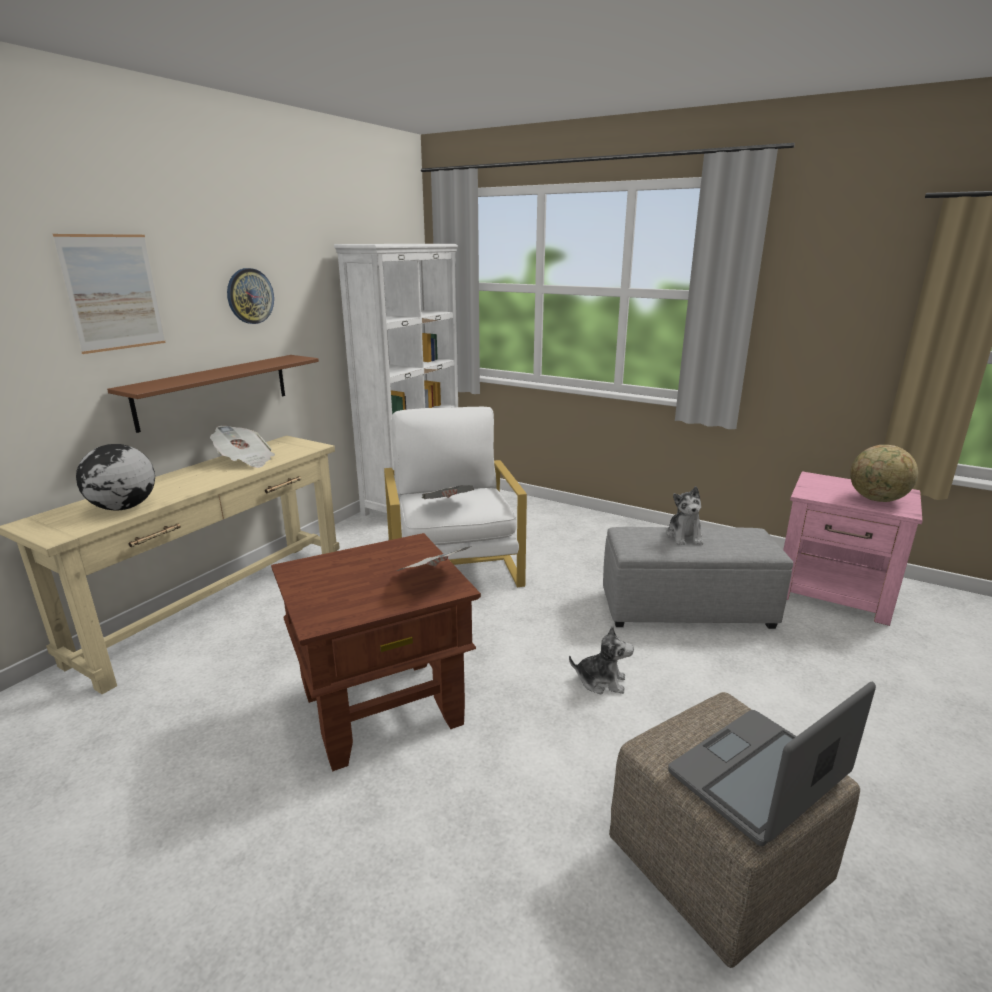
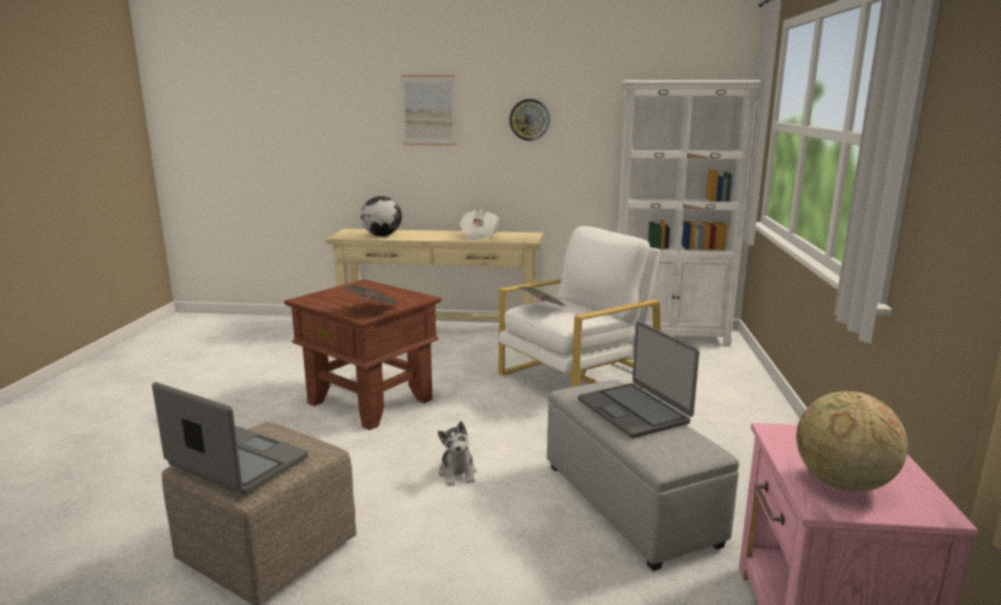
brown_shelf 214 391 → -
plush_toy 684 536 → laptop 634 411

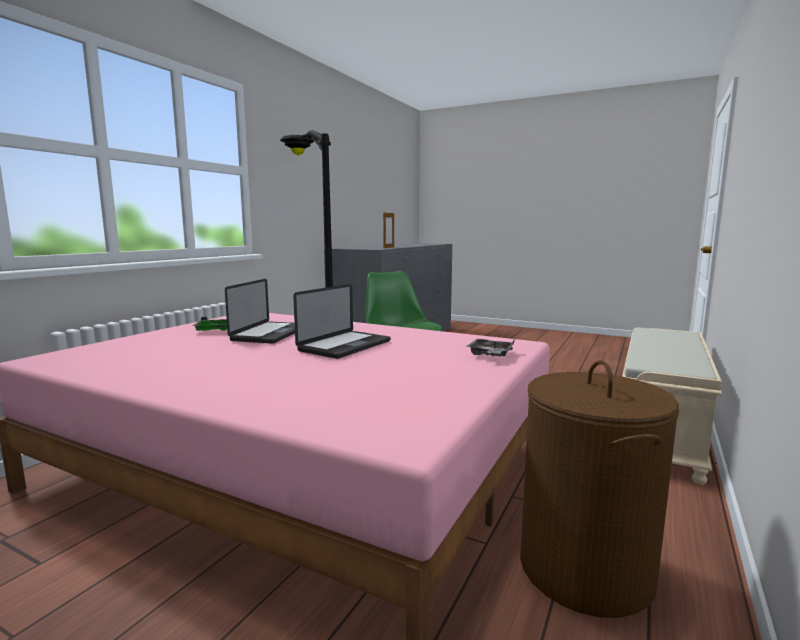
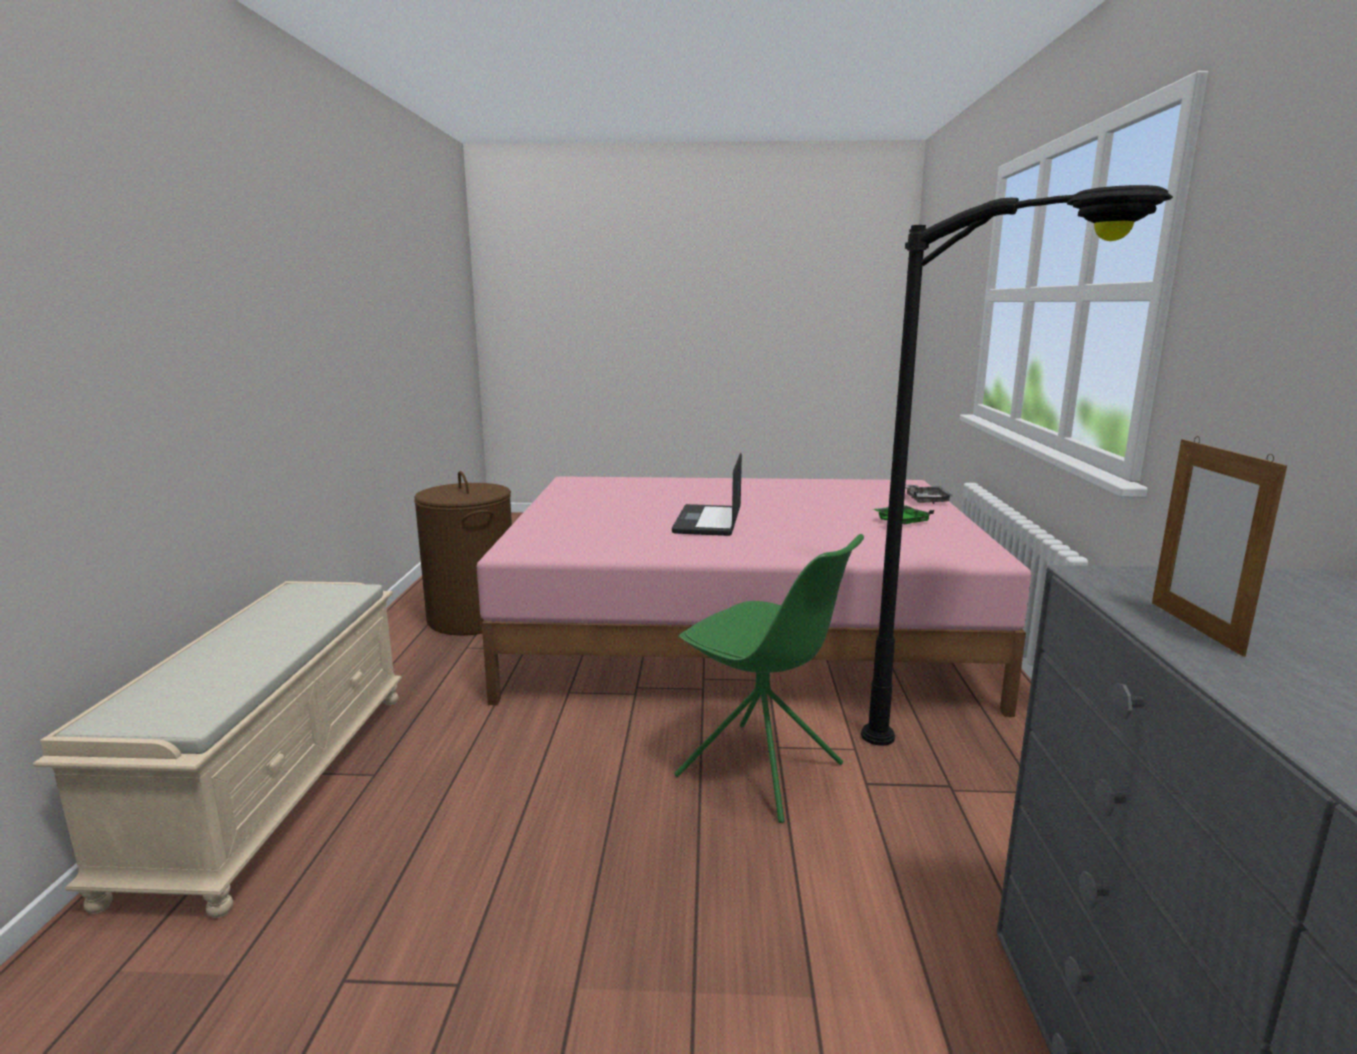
laptop 270 334 → -
grey_tray 490 355 → grey_tray 926 500, move

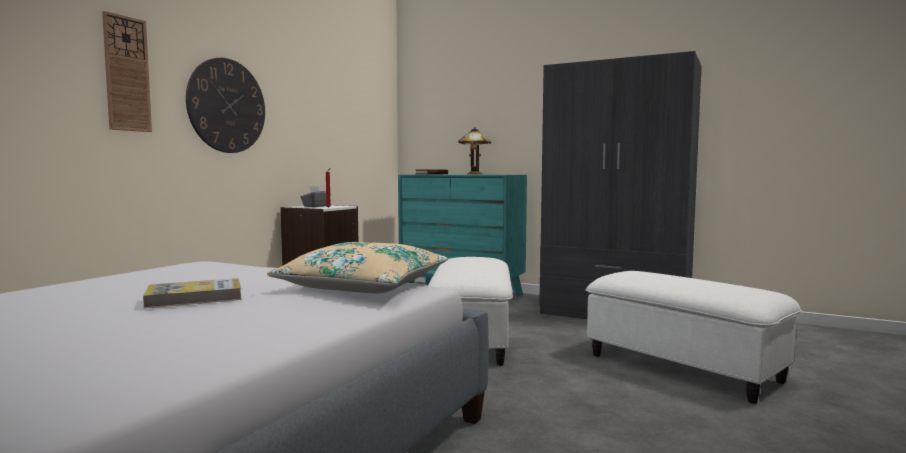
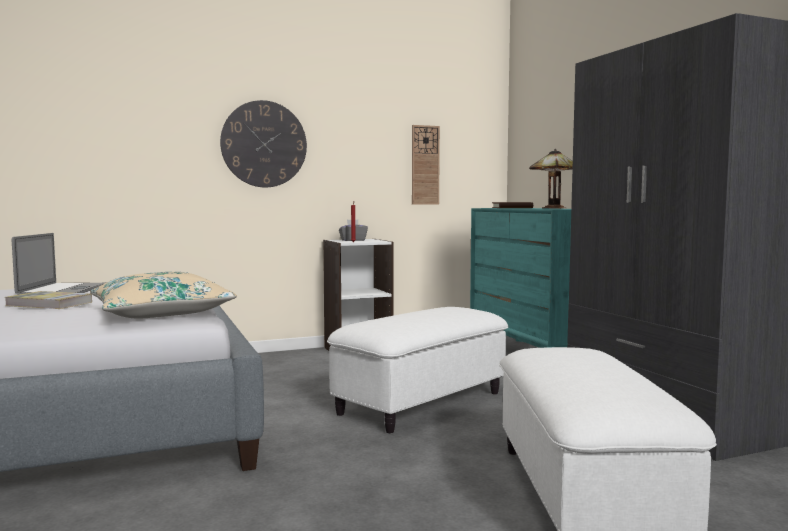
wall_clock 127 74 → wall_clock 425 165, move
- → laptop 63 290

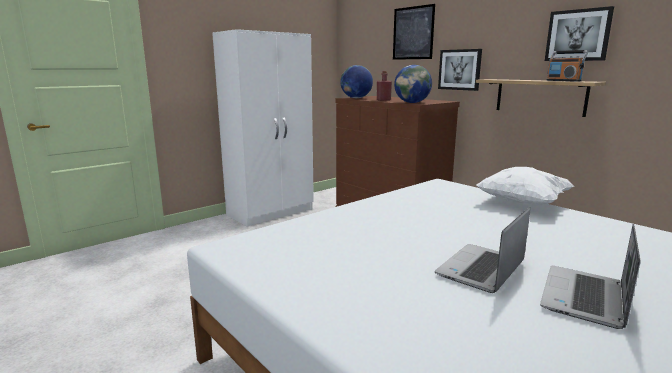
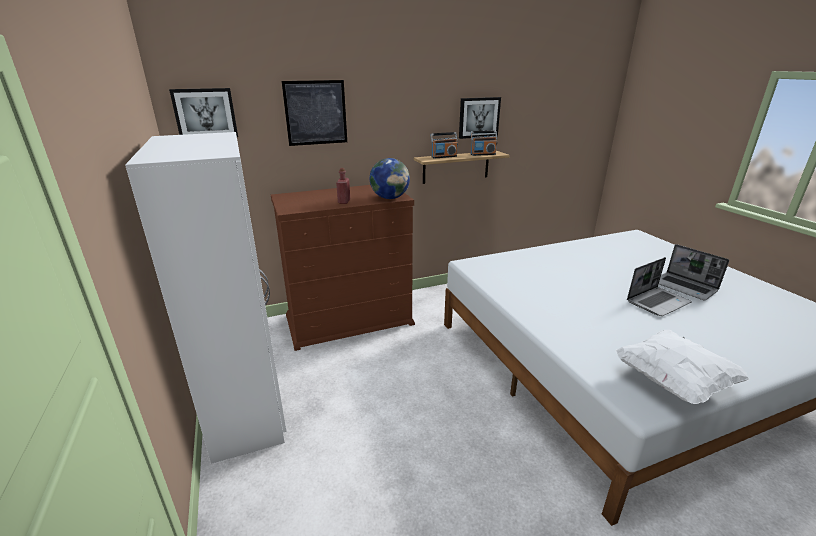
globe 356 98 → -
laptop 481 270 → laptop 657 302, 90 degrees counterclockwise
picture 460 69 → picture 205 113, move
white_pillow 522 203 → white_pillow 672 381, move
- → radio 444 157

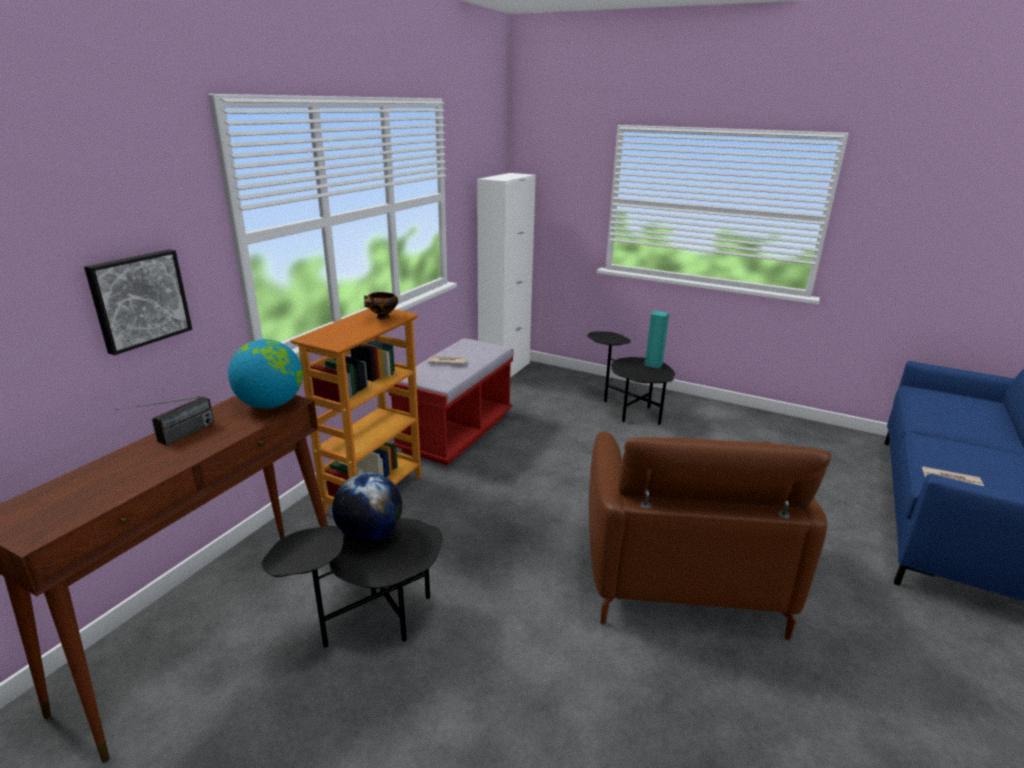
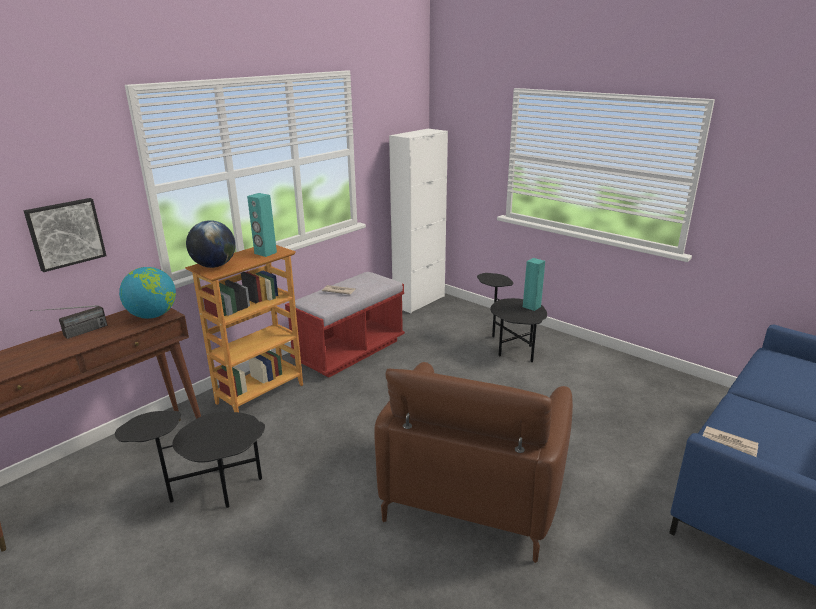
globe 370 534 → globe 214 266, move
bowl 382 318 → turquoise_speaker 265 253

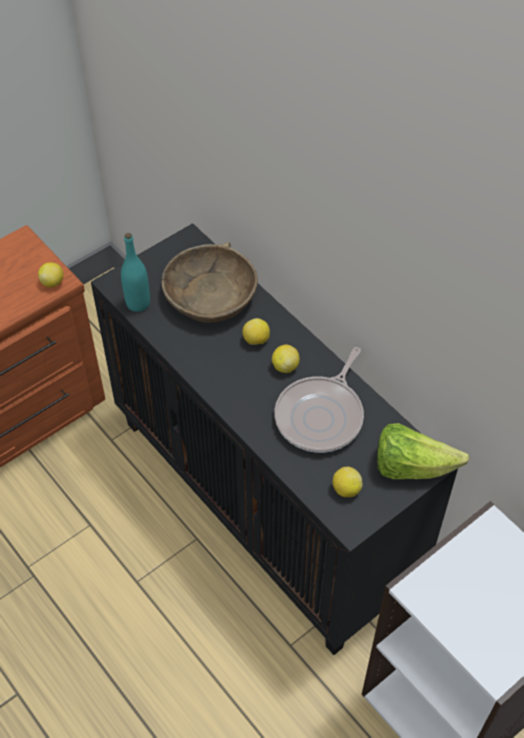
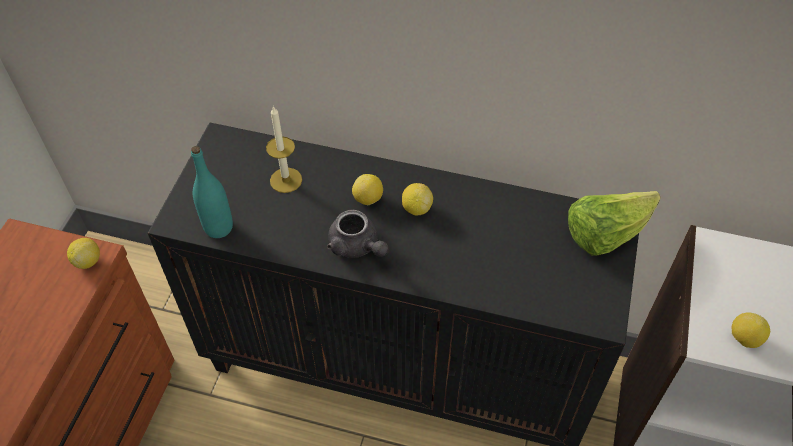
brown_bowl 210 294 → candle 286 180
frying_pan 321 415 → -
lemon 346 489 → lemon 744 338, move
- → grey_teapot 357 246

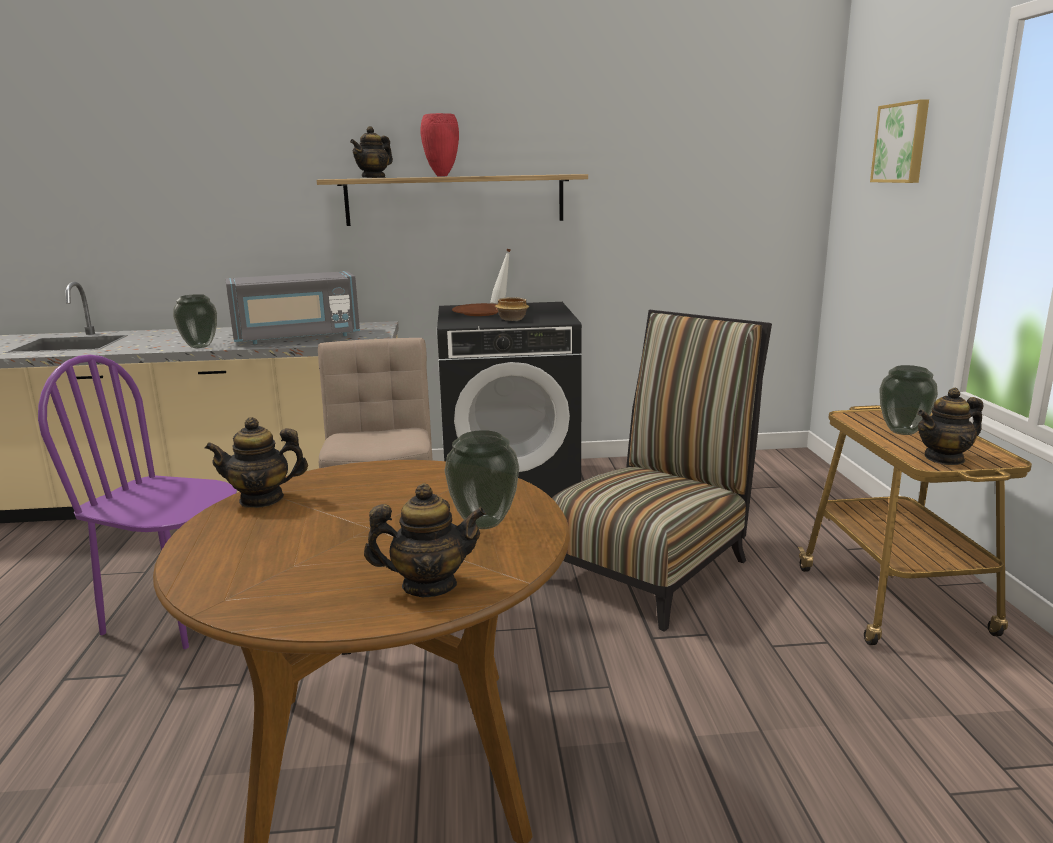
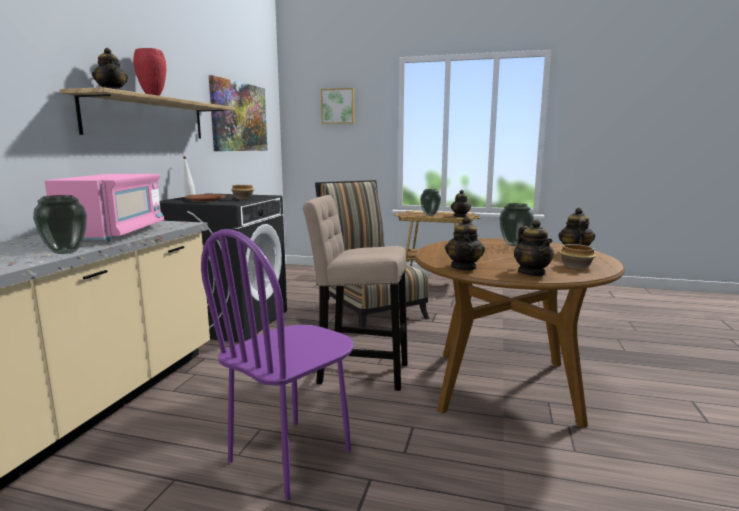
grey_microwave 297 337 → pink_microwave 115 233
- → picture 239 117
- → teapot 532 273
- → bowl 575 266

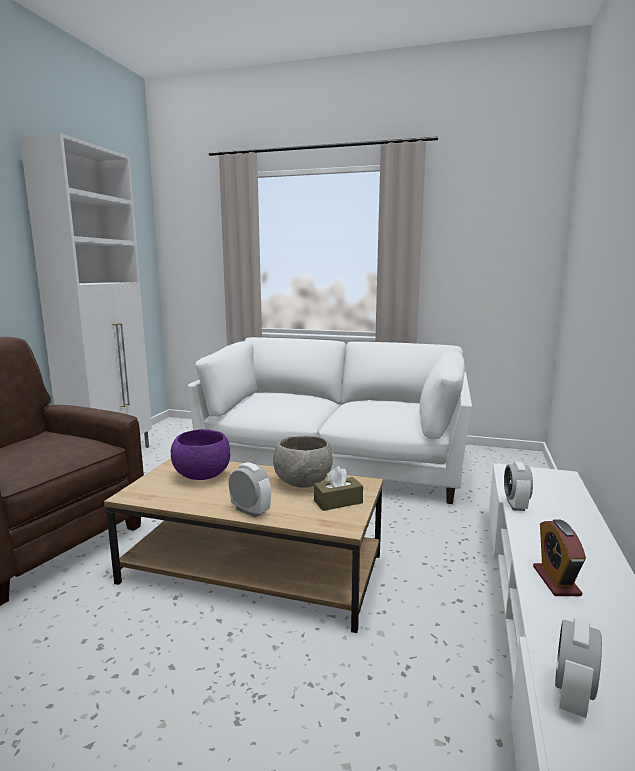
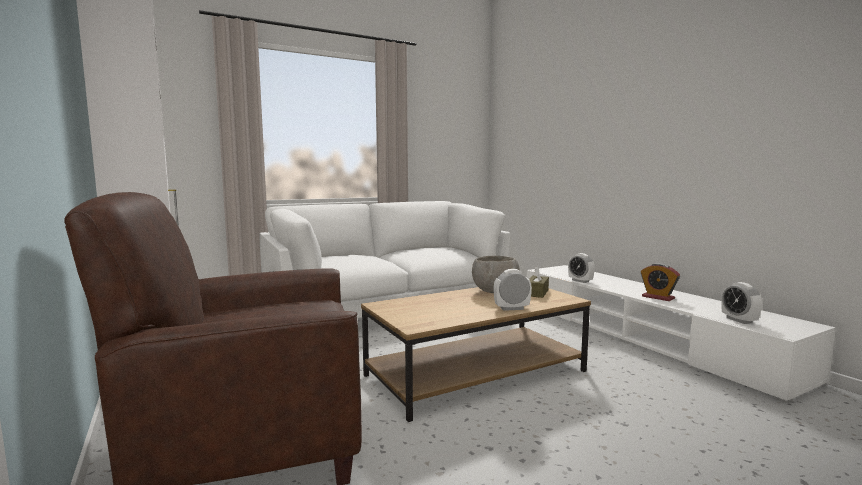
purple_bowl 202 476 → -

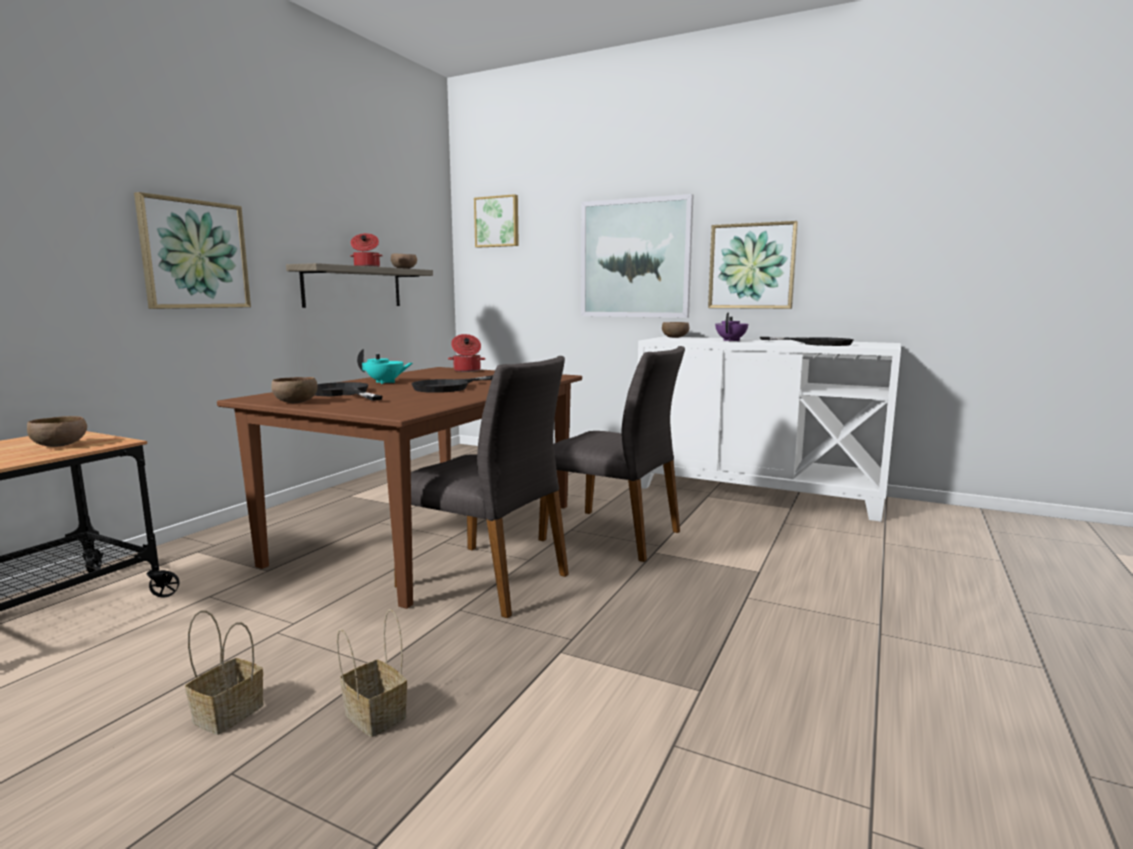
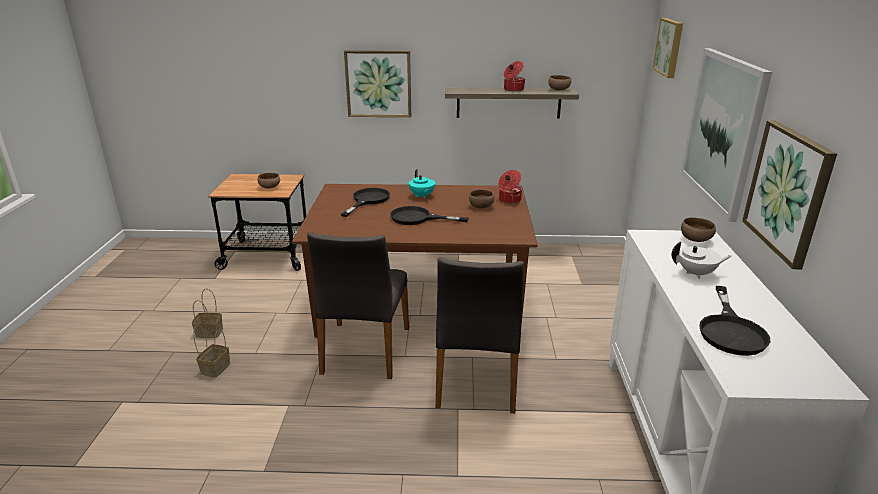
brown_bowl 295 402 → brown_bowl 481 206, move
purple_teapot 731 340 → white_teapot 696 273

